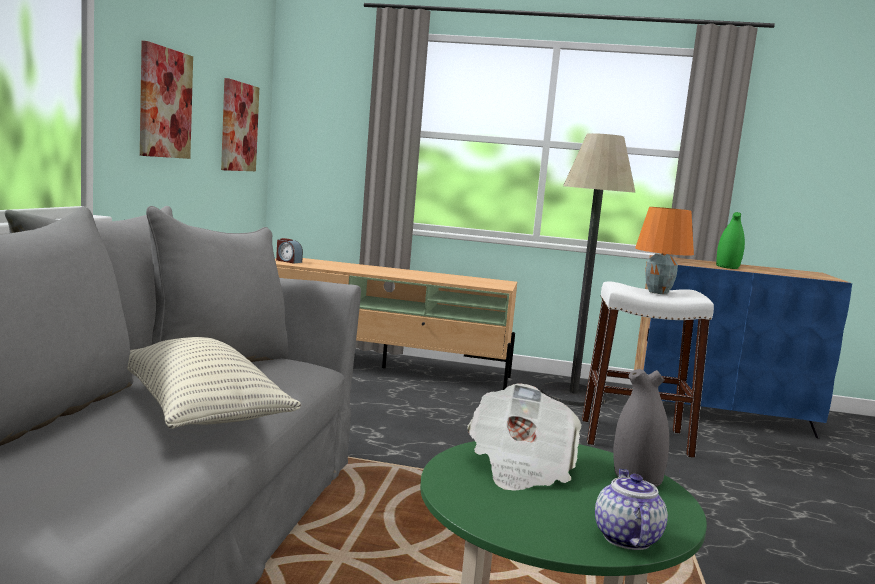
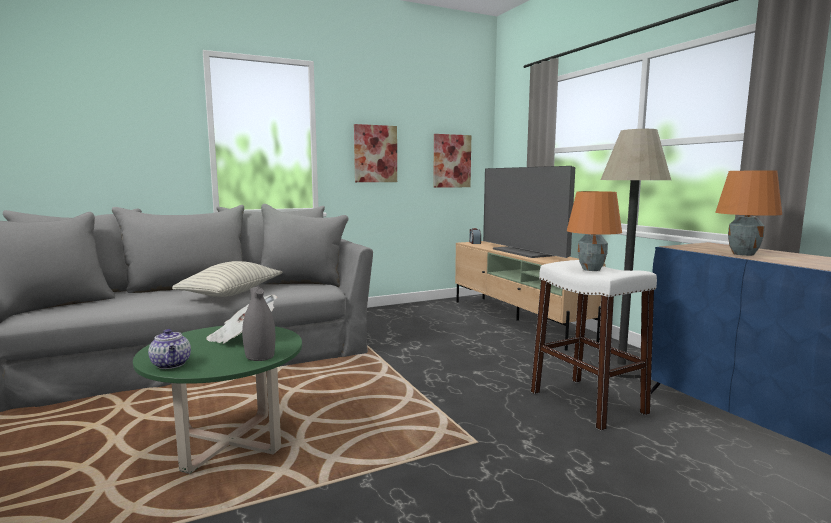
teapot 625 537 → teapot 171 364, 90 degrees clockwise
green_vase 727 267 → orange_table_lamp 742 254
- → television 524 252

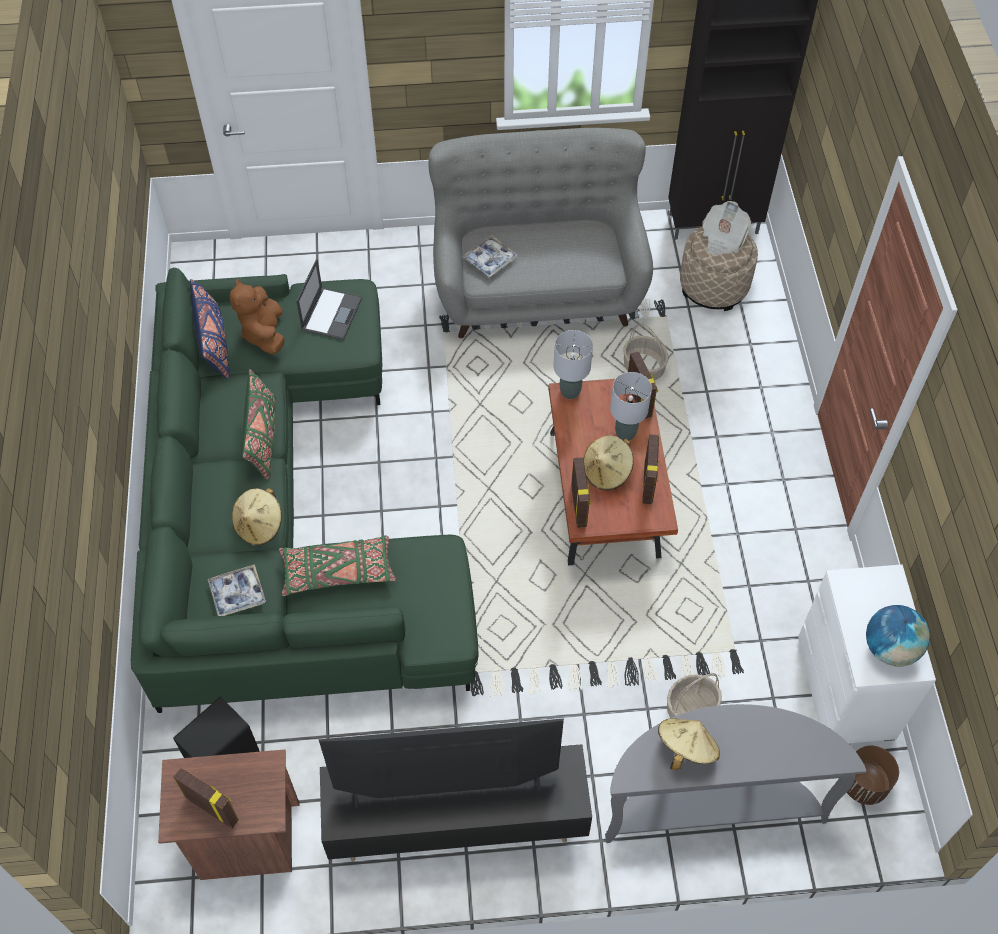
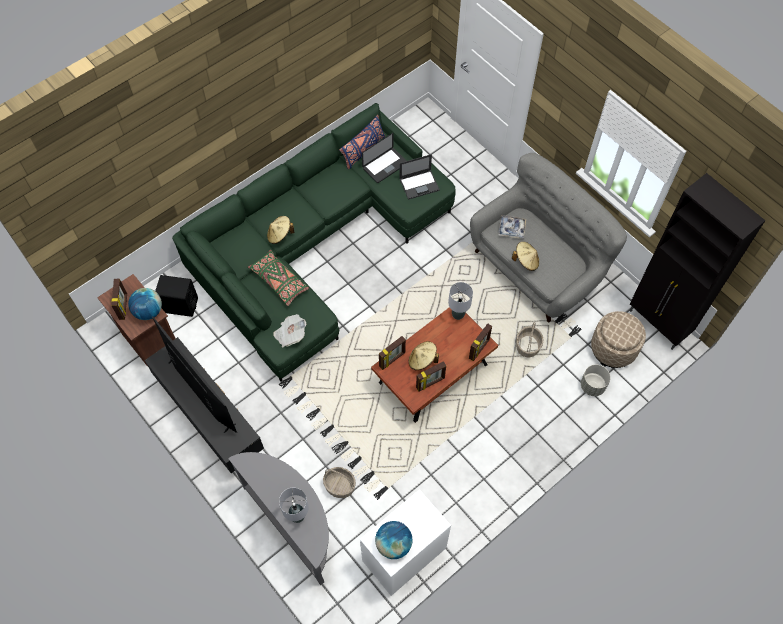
tray 237 594 → -
brown_plush_toy 264 333 → laptop 385 166
green_pillow 263 438 → -
grey_table_lamp 625 433 → grey_table_lamp 297 516, move
beige_hat 685 749 → beige_hat 526 261, move
newspaper 723 238 → newspaper 290 334, move
brown_planter 864 784 → -
- → globe 148 311
- → grey_planter 592 386

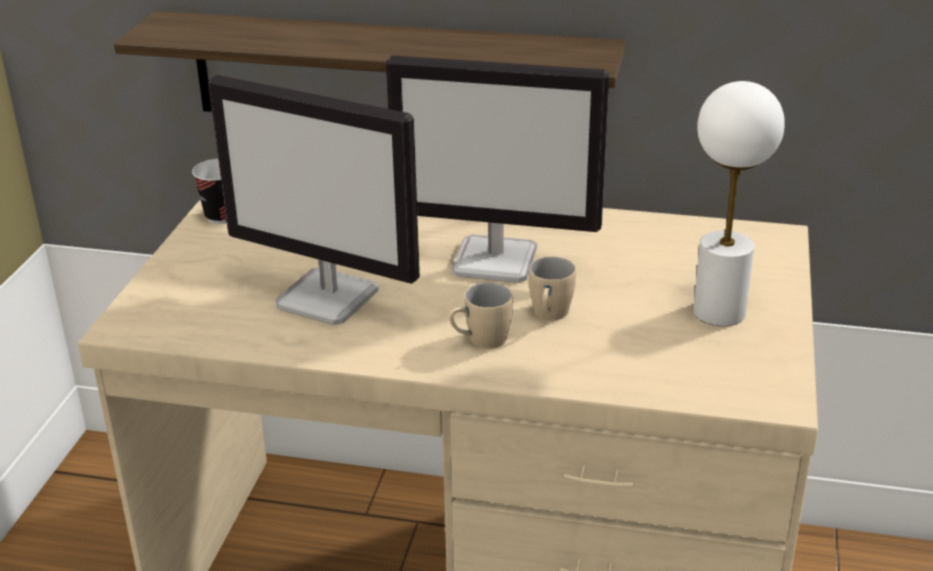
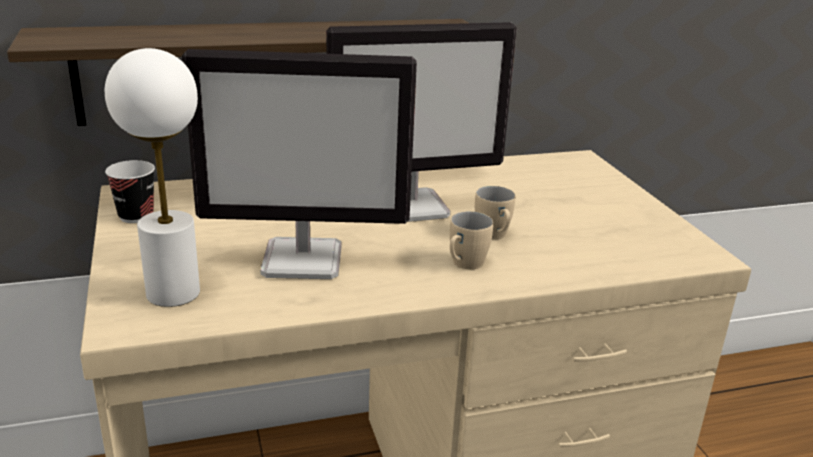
white_table_lamp 718 312 → white_table_lamp 172 292, move

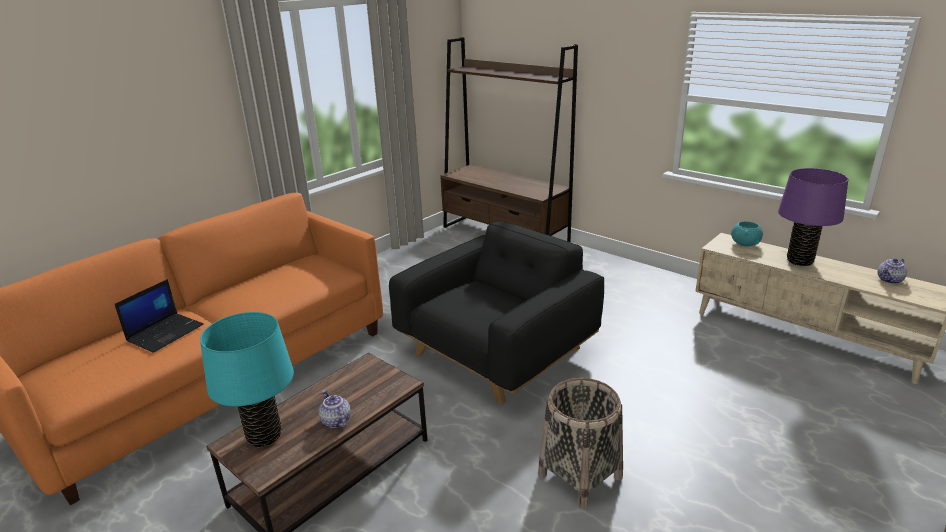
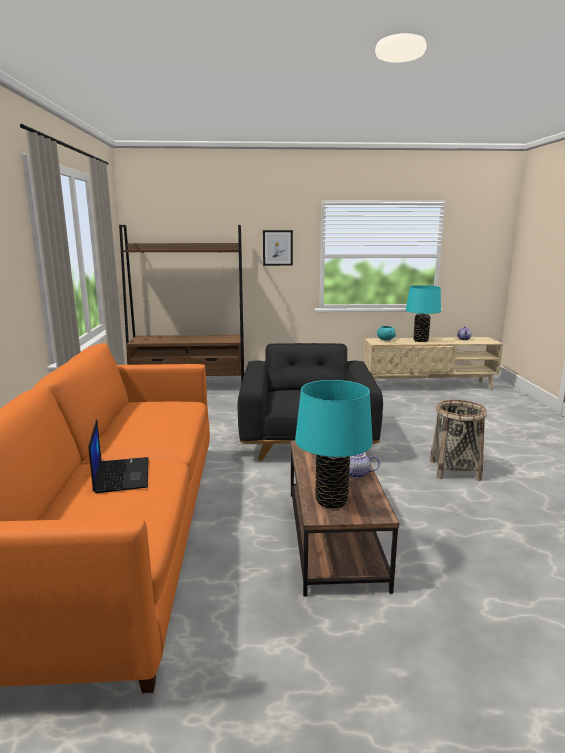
purple_table_lamp 799 261 → turquoise_table_lamp 420 340
- → picture 277 248

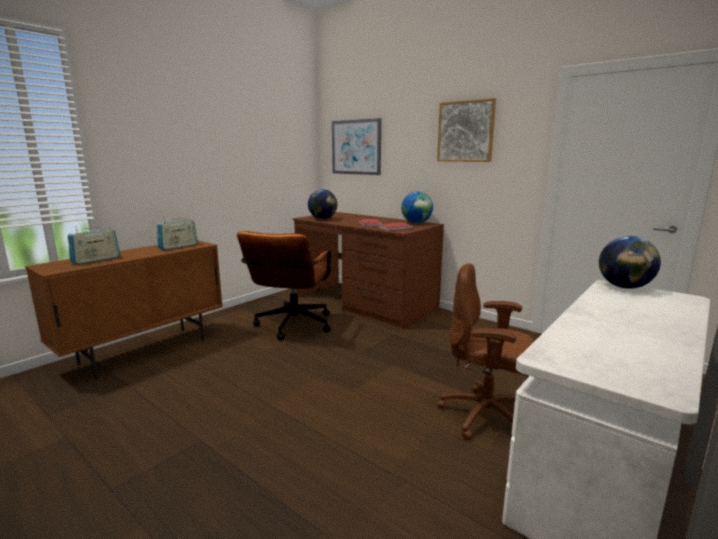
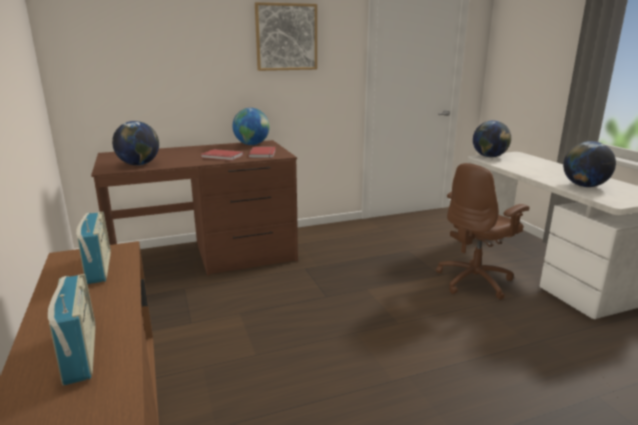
brown_office_chair 292 327 → -
picture 356 147 → -
- → globe 584 186

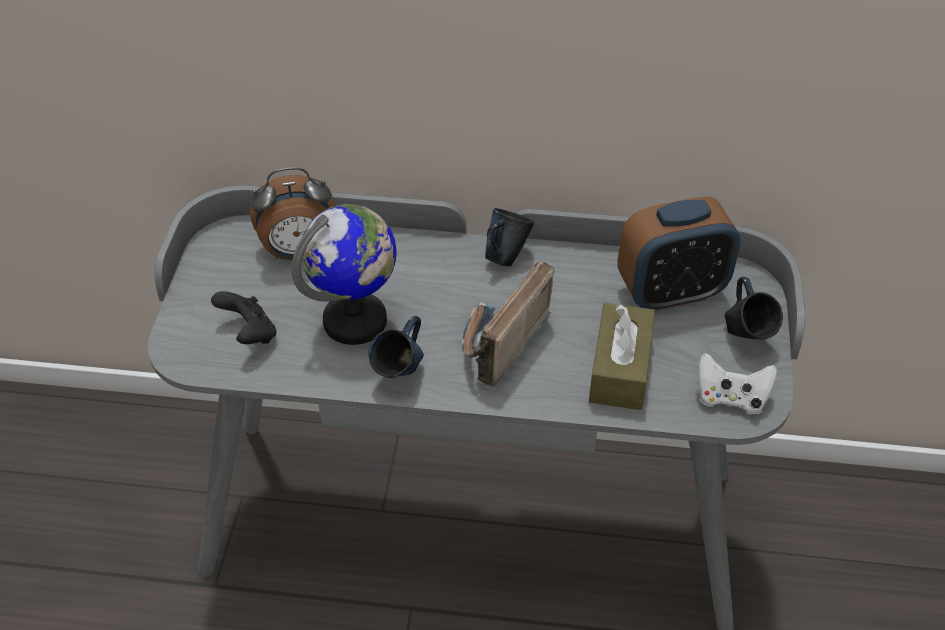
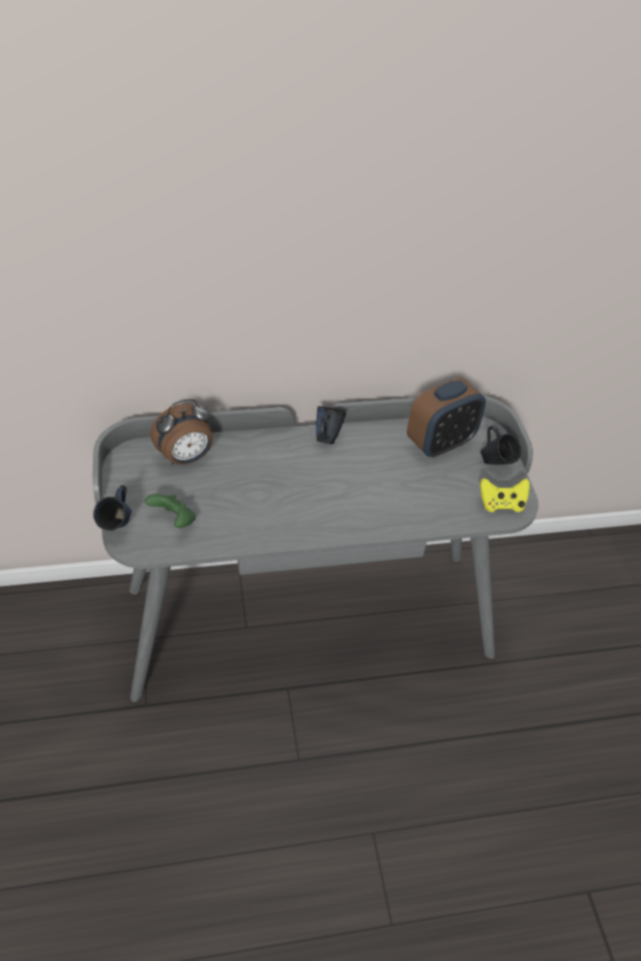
black_game_controller 249 334 → green_game_controller 174 520
globe 356 321 → -
blue_mug 401 375 → blue_mug 118 528, move
radio 497 344 → -
brown_tissue_box 620 369 → -
white_game_controller 731 398 → yellow_game_controller 501 504

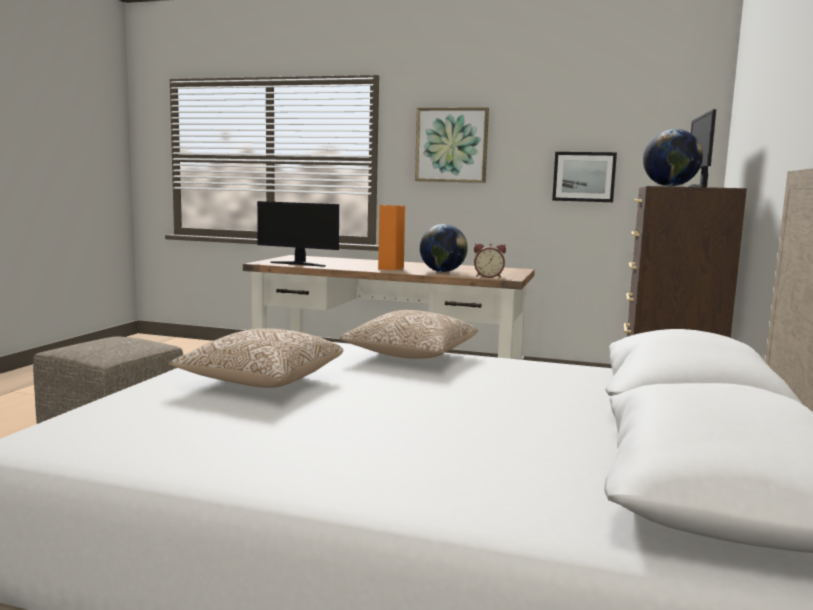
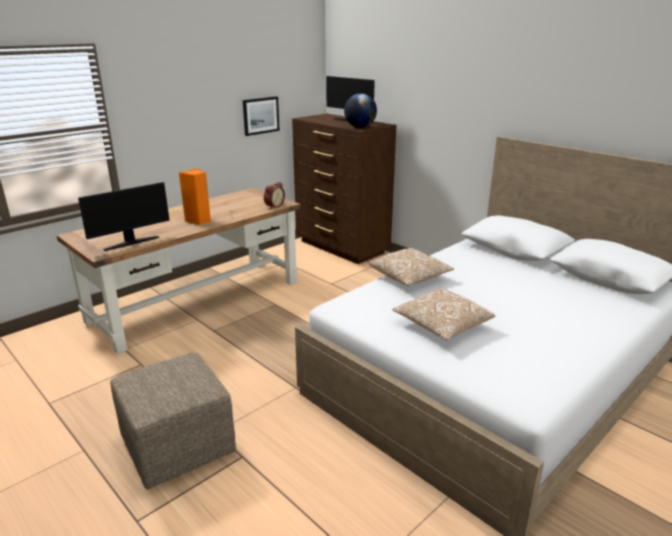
picture 451 145 → -
globe 442 271 → -

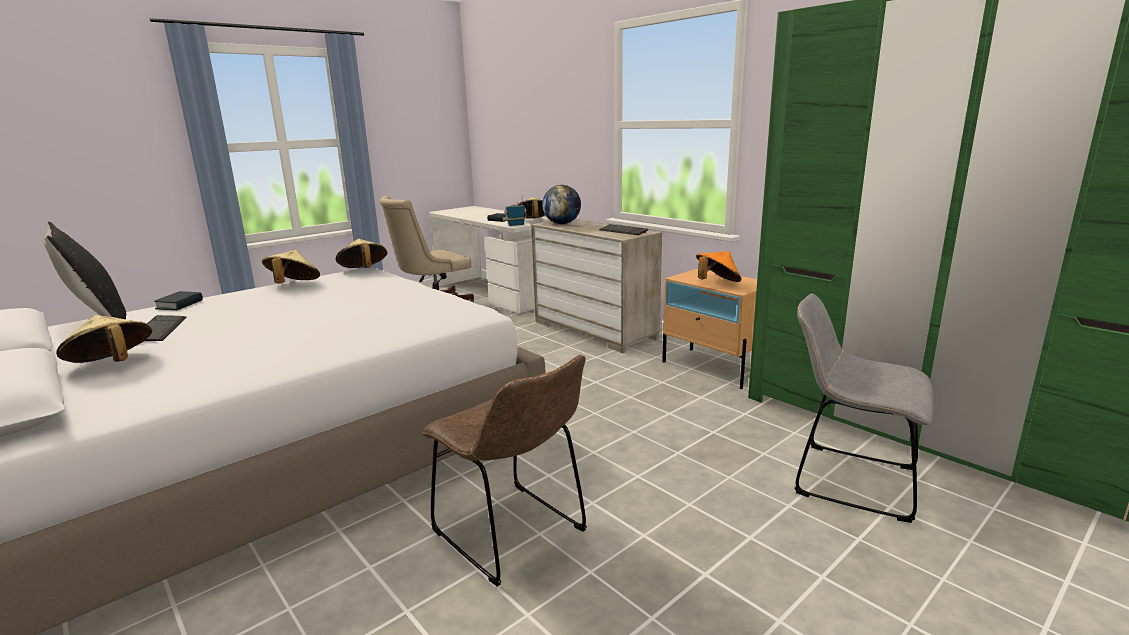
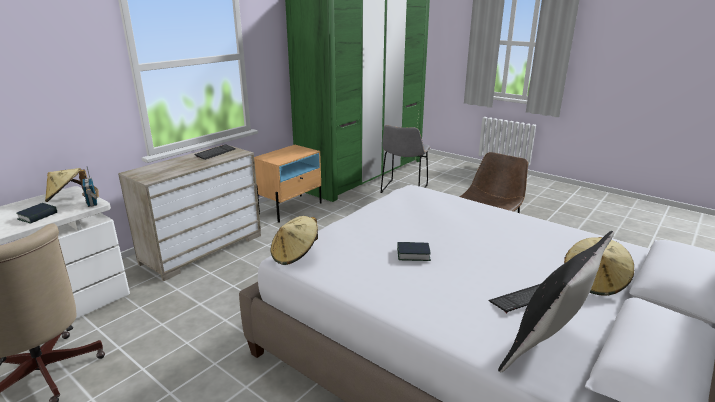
book 180 305 → book 413 254, move
beige_hat 293 285 → -
globe 562 223 → -
orange_hat 717 283 → -

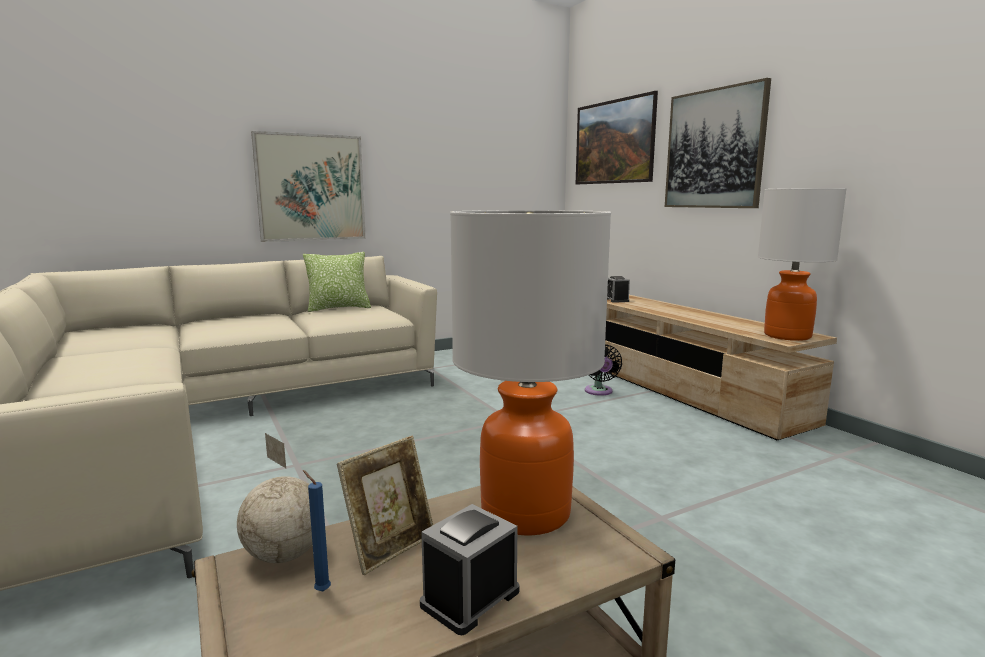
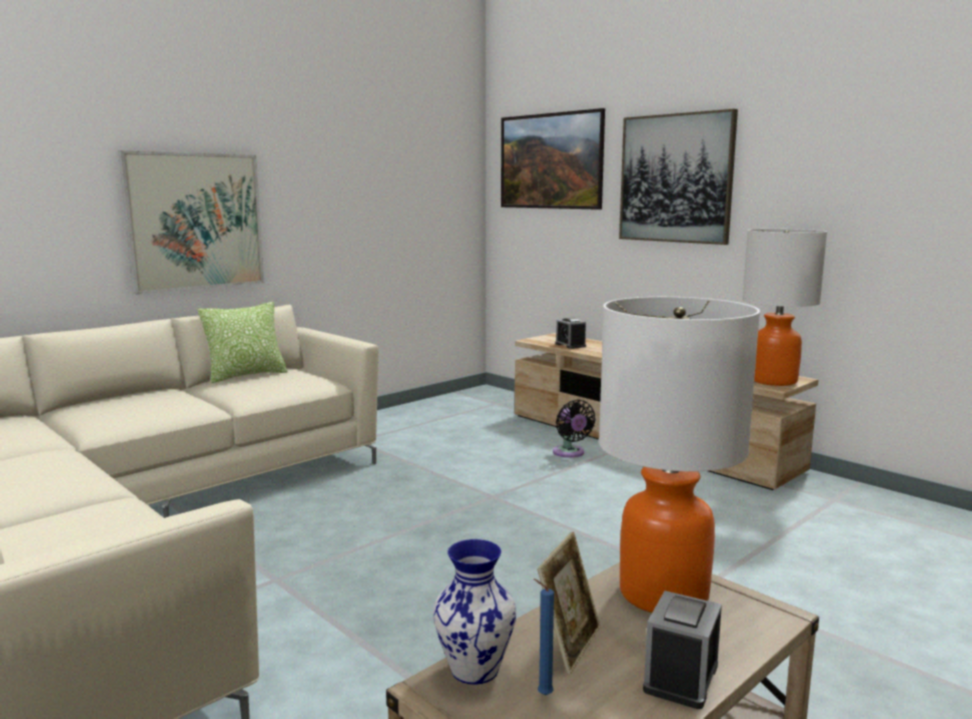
globe 285 554 → vase 474 669

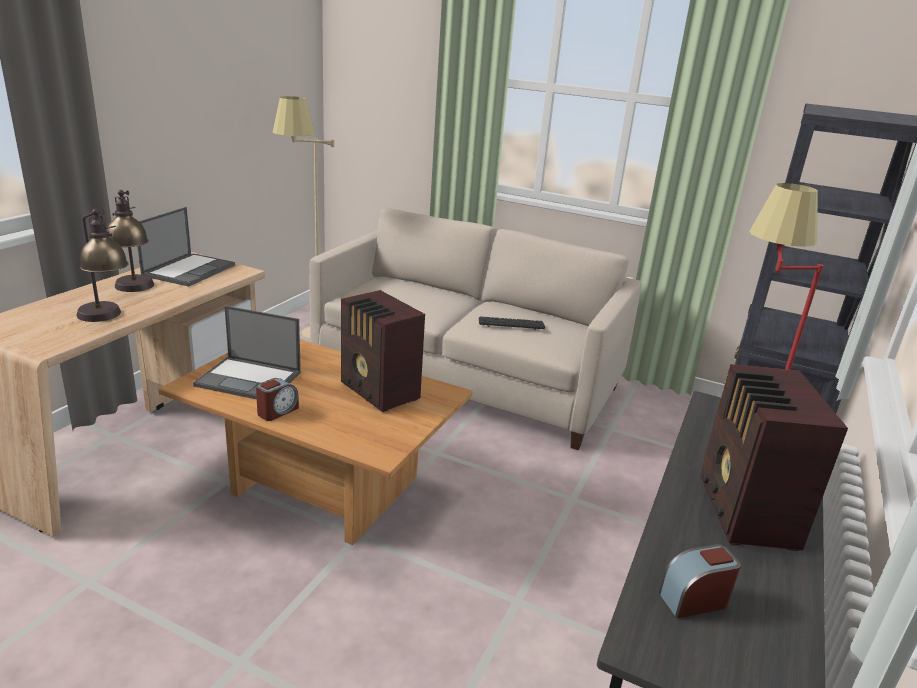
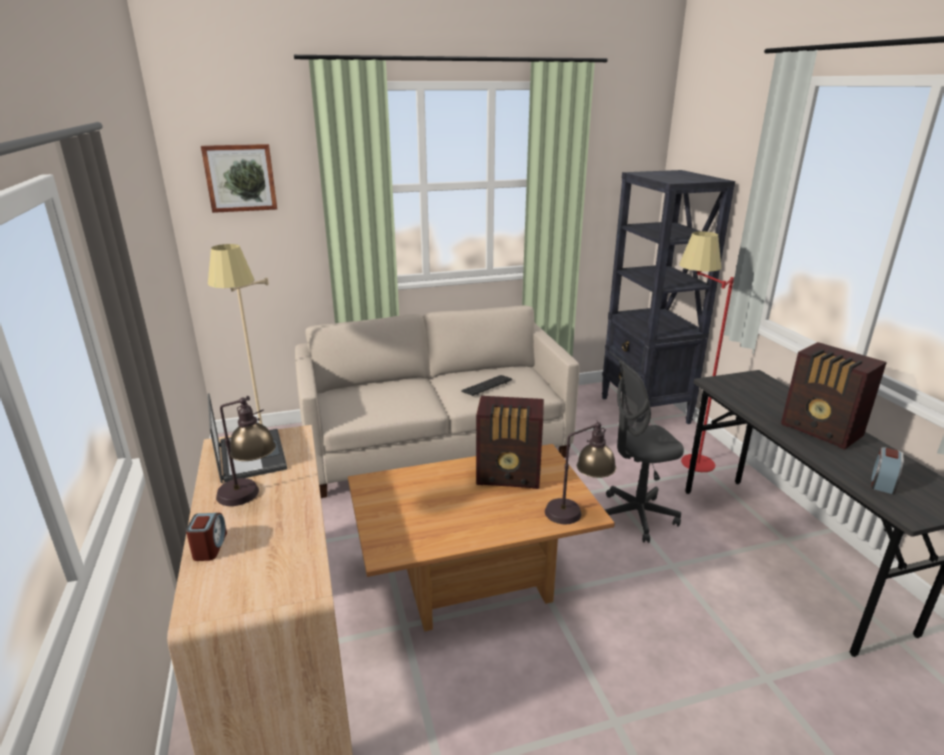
table_lamp 106 318 → table_lamp 577 512, move
laptop 250 379 → -
alarm_clock 277 411 → alarm_clock 210 547, move
- → picture 240 178
- → grey_office_chair 636 516

